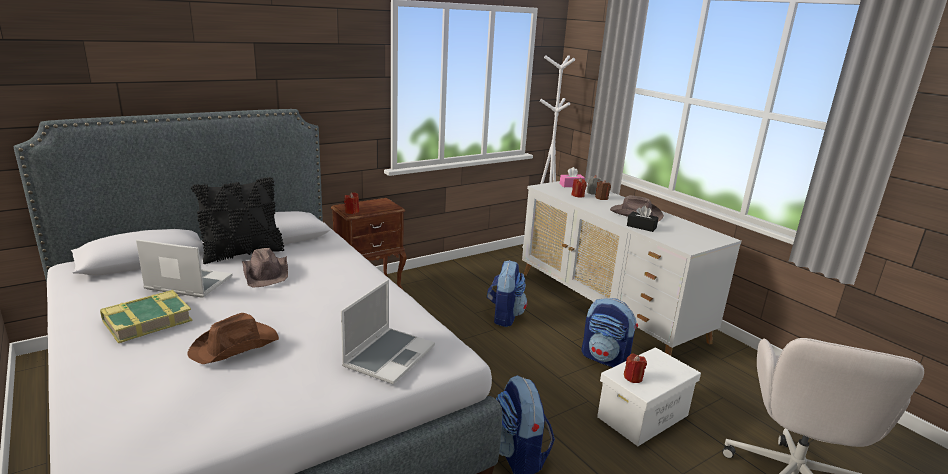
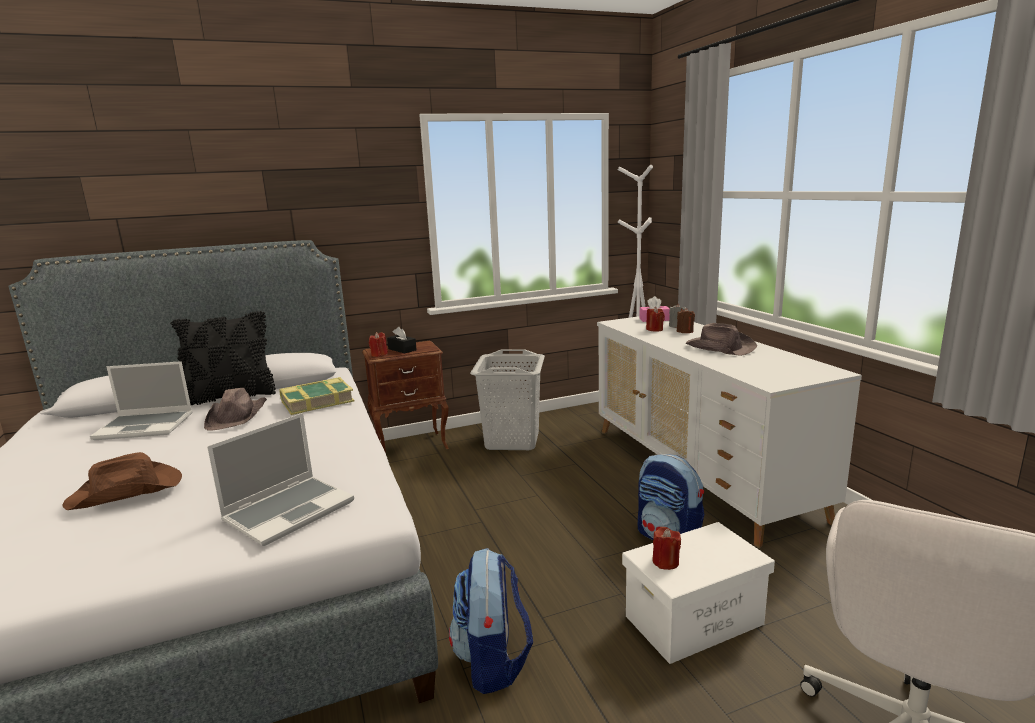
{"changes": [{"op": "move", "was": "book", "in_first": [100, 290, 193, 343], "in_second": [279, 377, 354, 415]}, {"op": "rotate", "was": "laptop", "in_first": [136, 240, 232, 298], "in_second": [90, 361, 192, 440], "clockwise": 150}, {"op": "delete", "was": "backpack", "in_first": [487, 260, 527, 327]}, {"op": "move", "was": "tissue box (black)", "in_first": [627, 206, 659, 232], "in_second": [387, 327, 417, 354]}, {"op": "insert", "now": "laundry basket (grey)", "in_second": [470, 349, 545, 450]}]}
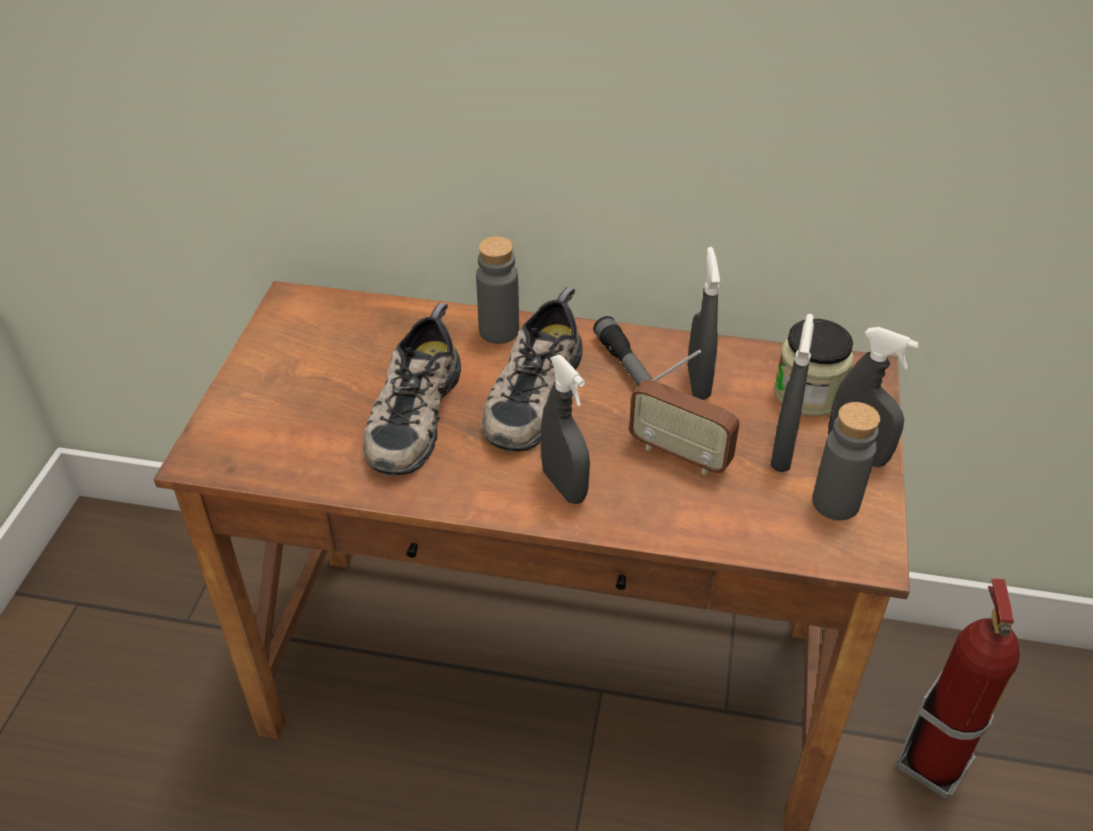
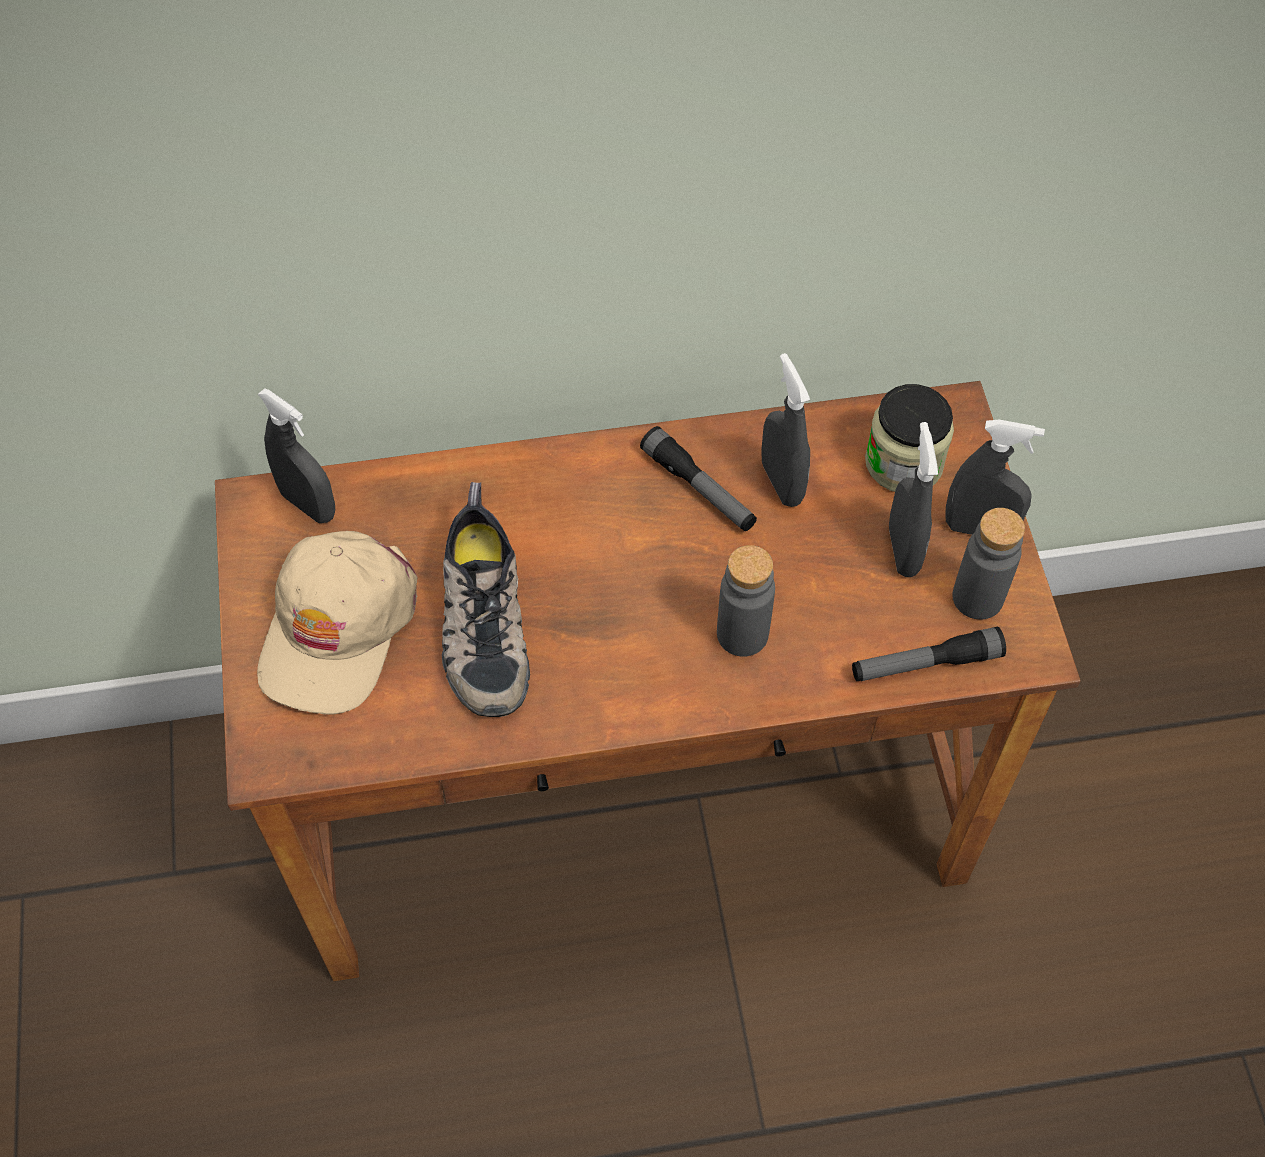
{"changes": [{"op": "move", "was": "bottle (grey)", "in_first": [476, 236, 519, 344], "in_second": [717, 545, 775, 657]}, {"op": "delete", "was": "shoe", "in_first": [482, 287, 583, 452]}, {"op": "move", "was": "spray bottle (grey)", "in_first": [541, 355, 590, 504], "in_second": [258, 388, 335, 523]}, {"op": "delete", "was": "radio", "in_first": [629, 350, 740, 475]}, {"op": "delete", "was": "fire extinguisher", "in_first": [895, 578, 1020, 799]}, {"op": "insert", "now": "cap (beige)", "in_second": [257, 531, 417, 715]}, {"op": "insert", "now": "flashlight", "in_second": [852, 627, 1006, 681]}]}
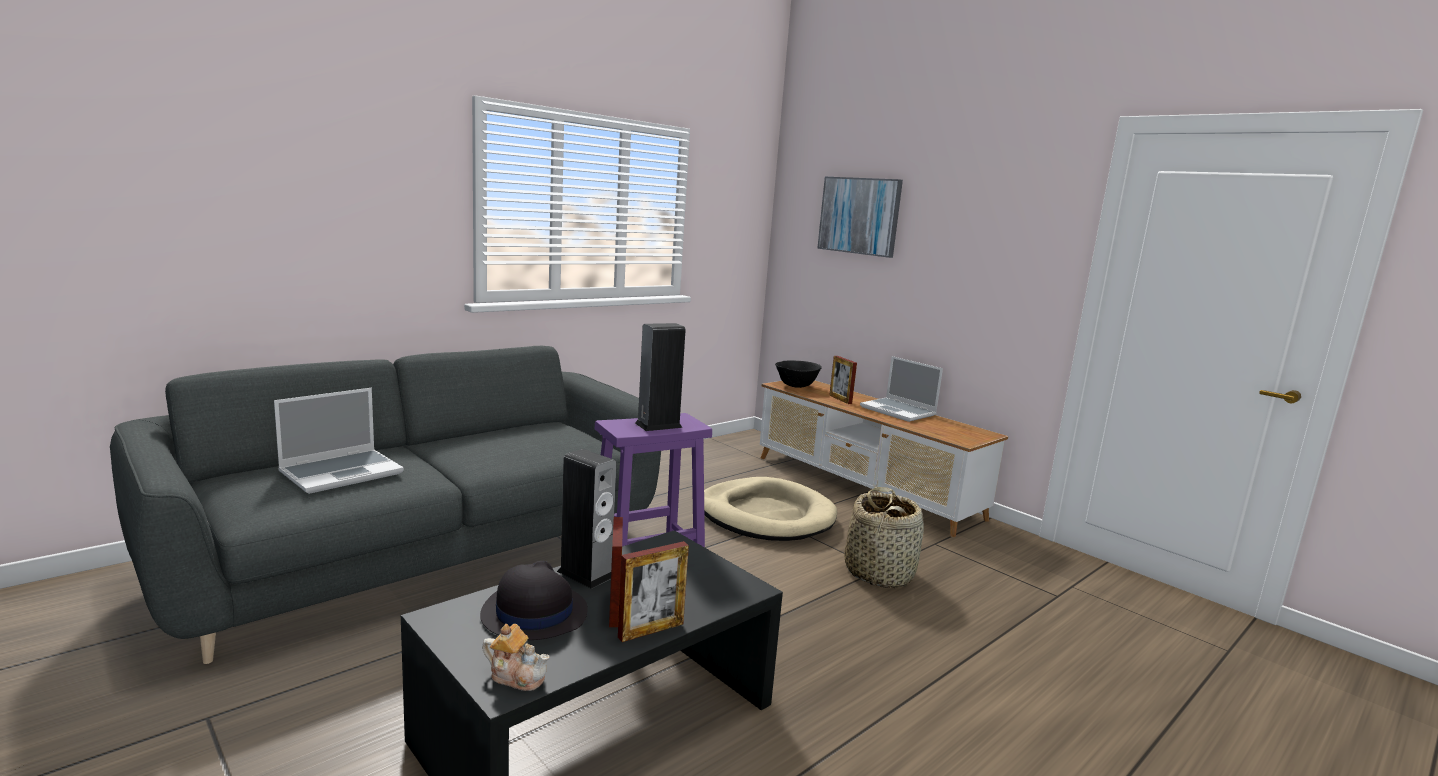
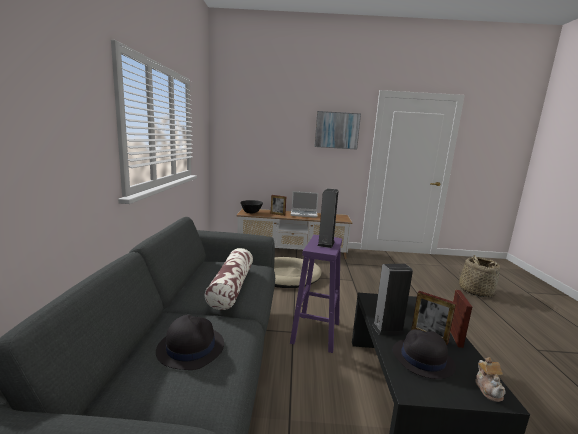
{"changes": [{"op": "replace", "was": "laptop", "now": "hat (black)", "in_first": [274, 388, 404, 494], "in_second": [156, 315, 224, 370]}, {"op": "rotate", "was": "teapot", "in_first": [482, 624, 549, 691], "in_second": [475, 357, 506, 402], "clockwise": 120}, {"op": "move", "was": "picture", "in_first": [817, 177, 903, 258], "in_second": [315, 111, 361, 149]}, {"op": "move", "was": "basket", "in_first": [844, 487, 924, 588], "in_second": [459, 255, 500, 297]}, {"op": "insert", "now": "pillow", "in_second": [205, 248, 253, 310]}]}
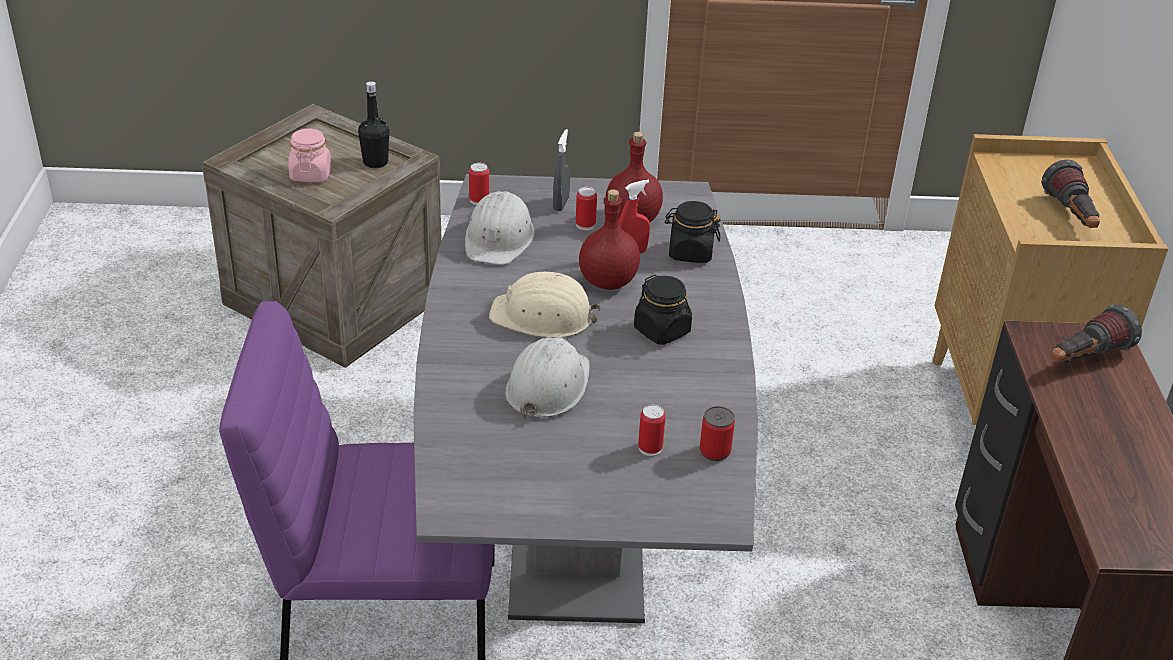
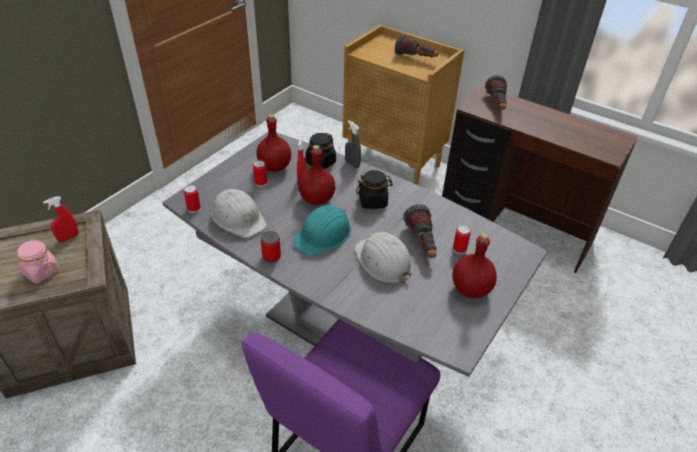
{"changes": [{"op": "replace", "was": "bottle (black)", "now": "spray bottle (red)", "in_first": [358, 81, 389, 168], "in_second": [43, 196, 78, 242]}, {"op": "recolor", "was": "hard hat (beige)", "now": "hard hat (turquoise)", "in_first": [489, 272, 601, 338], "in_second": [293, 205, 351, 256]}, {"op": "move", "was": "spray bottle (grey)", "in_first": [553, 129, 570, 211], "in_second": [345, 120, 361, 169]}, {"op": "move", "was": "can", "in_first": [700, 406, 735, 461], "in_second": [261, 231, 281, 263]}, {"op": "insert", "now": "flashlight", "in_second": [403, 204, 436, 258]}, {"op": "insert", "now": "bottle (red)", "in_second": [452, 233, 497, 298]}]}
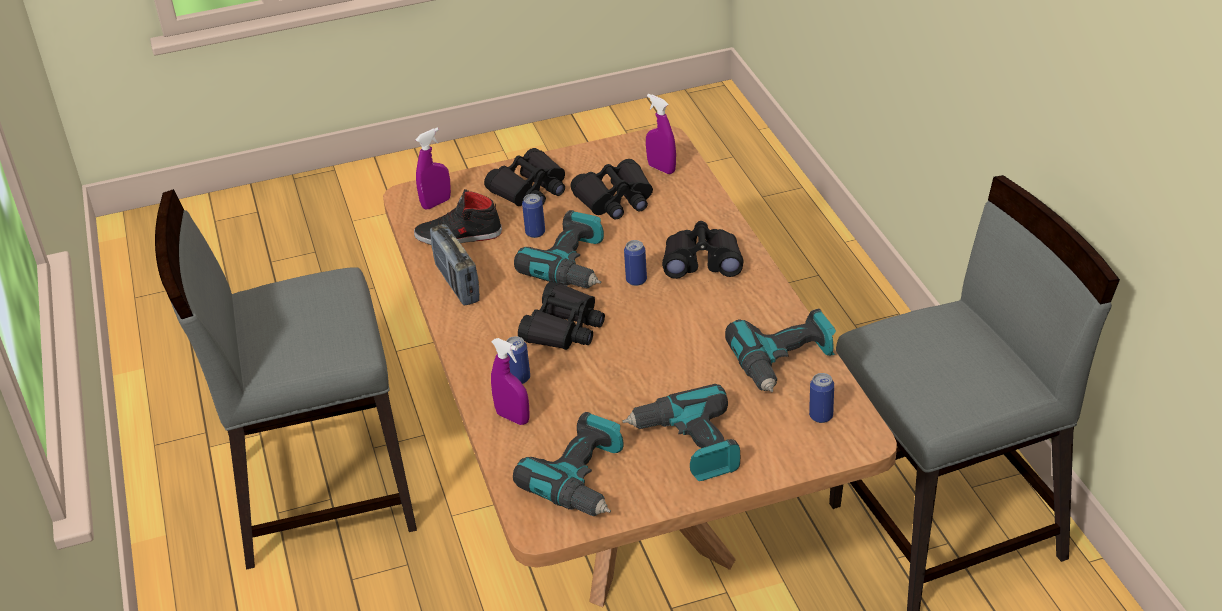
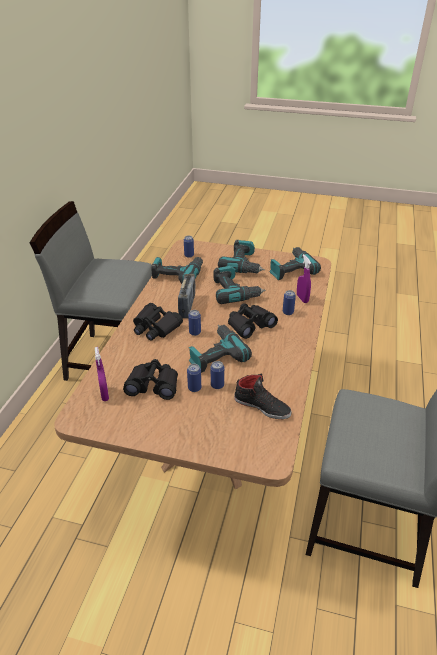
{"changes": [{"op": "delete", "was": "spray bottle (purple)", "in_first": [415, 128, 451, 210]}, {"op": "move", "was": "radio", "in_first": [430, 224, 480, 306], "in_second": [178, 274, 195, 318]}, {"op": "delete", "was": "binoculars (black)", "in_first": [484, 148, 565, 206]}, {"op": "insert", "now": "can", "in_second": [187, 364, 201, 392]}, {"op": "insert", "now": "power drill", "in_second": [213, 266, 265, 304]}]}
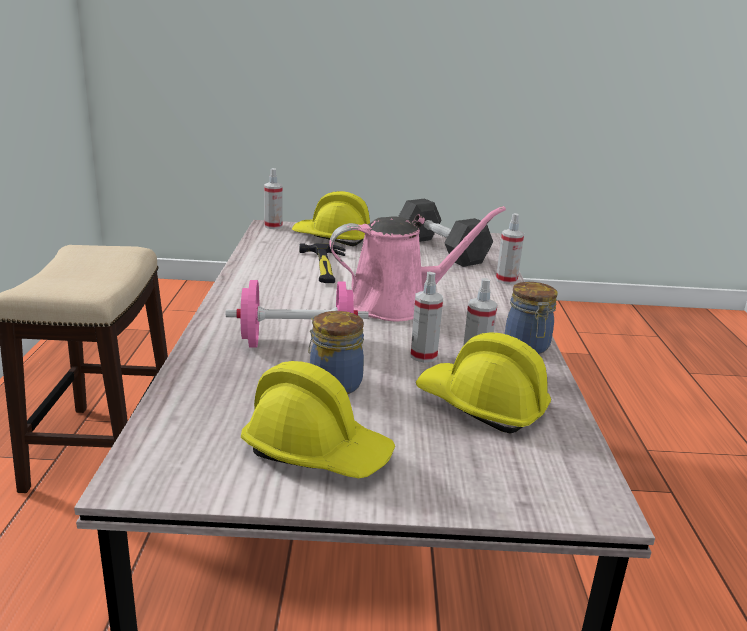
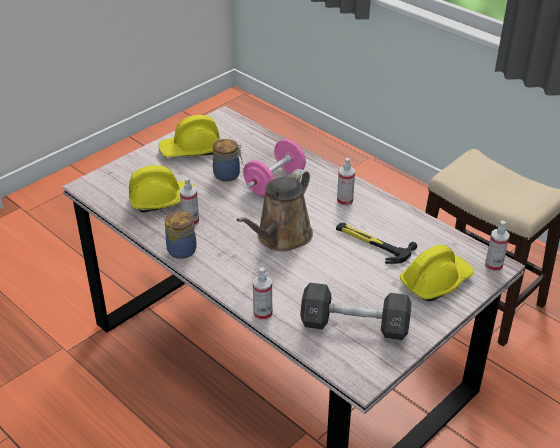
{"changes": [{"op": "recolor", "was": "watering can (pink)", "now": "watering can (brown)", "in_first": [329, 206, 506, 321], "in_second": [237, 169, 313, 251]}, {"op": "move", "was": "spray bottle", "in_first": [410, 272, 443, 363], "in_second": [337, 158, 355, 206]}]}
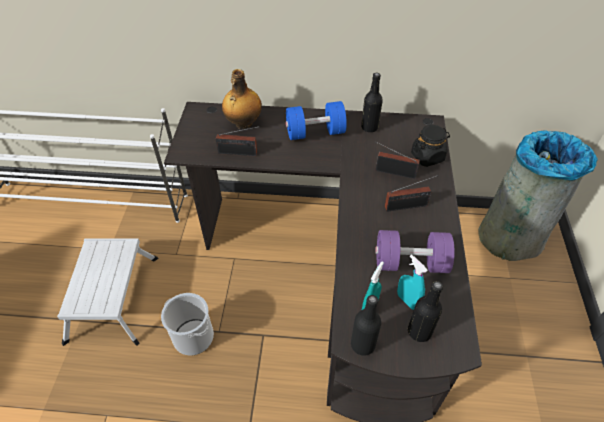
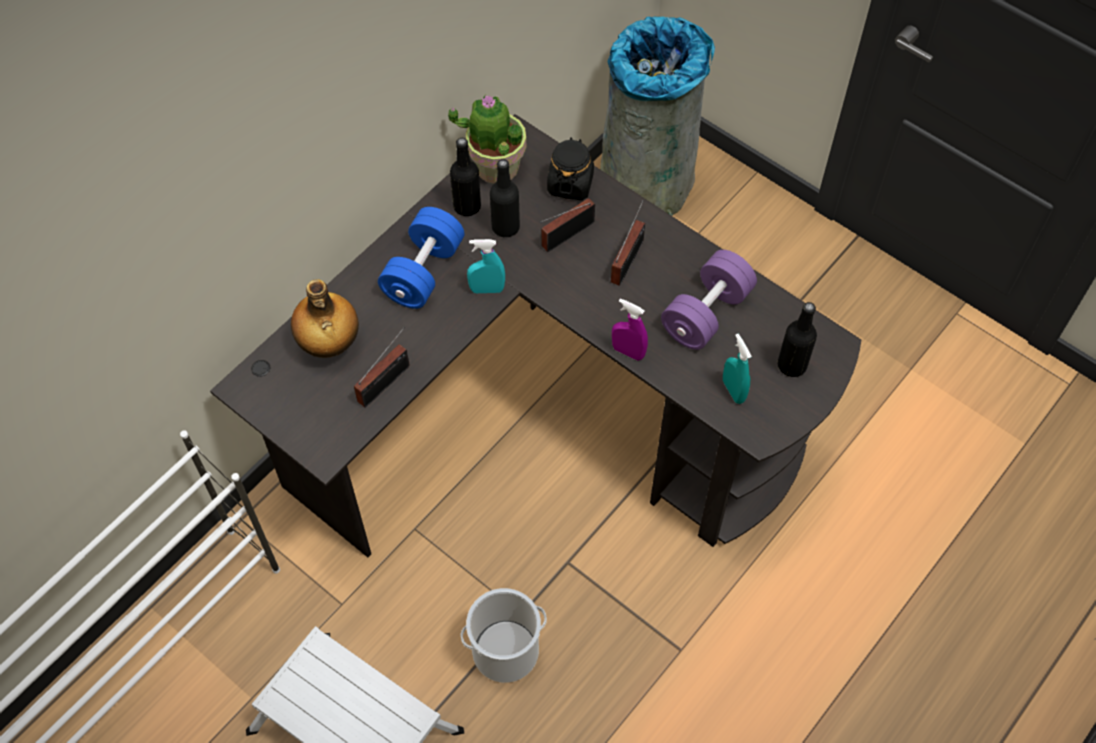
{"changes": [{"op": "move", "was": "bottle (black)", "in_first": [351, 295, 381, 356], "in_second": [490, 159, 520, 237]}, {"op": "move", "was": "spray bottle (turquoise)", "in_first": [397, 254, 428, 310], "in_second": [467, 239, 505, 293]}, {"op": "insert", "now": "potted plant", "in_second": [448, 95, 527, 184]}, {"op": "insert", "now": "spray bottle (purple)", "in_second": [612, 298, 648, 361]}]}
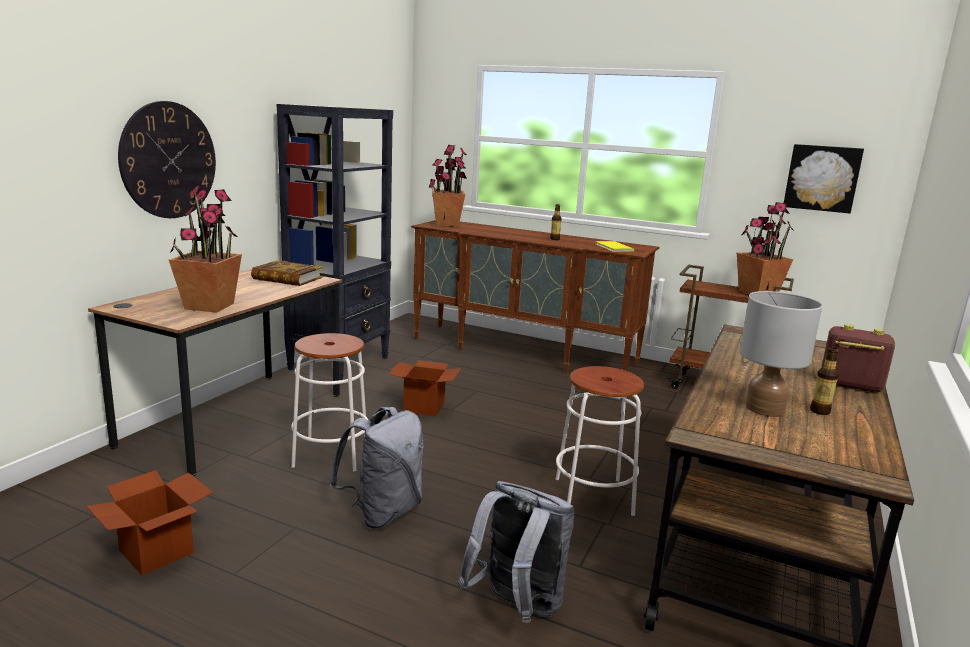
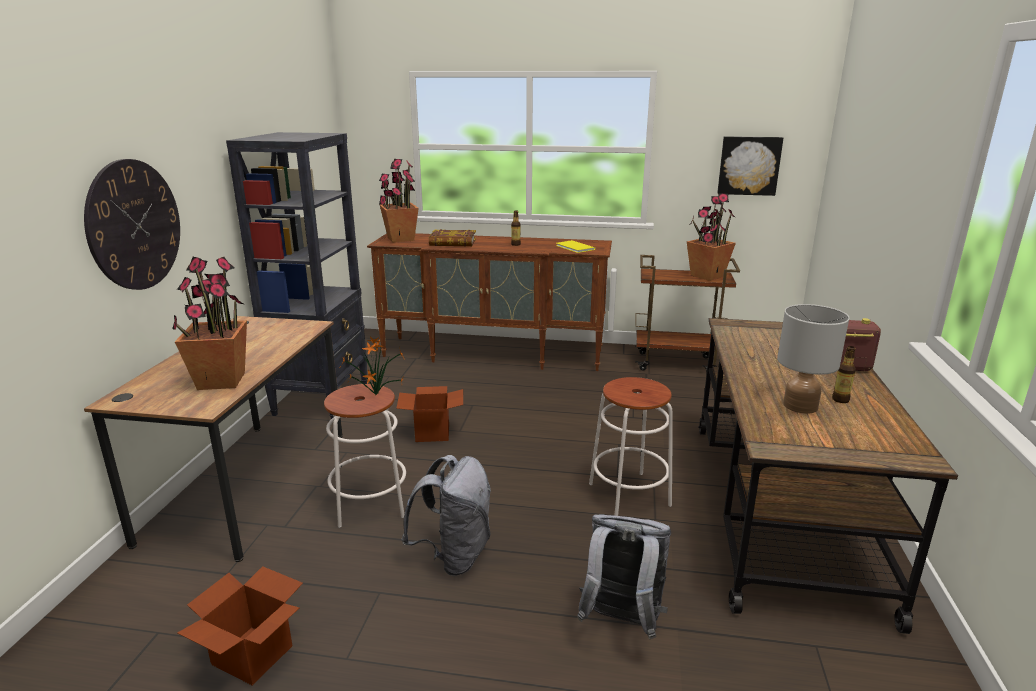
{"changes": [{"op": "move", "was": "book", "in_first": [251, 260, 323, 286], "in_second": [429, 229, 476, 247]}, {"op": "insert", "now": "potted plant", "in_second": [339, 337, 404, 395]}]}
